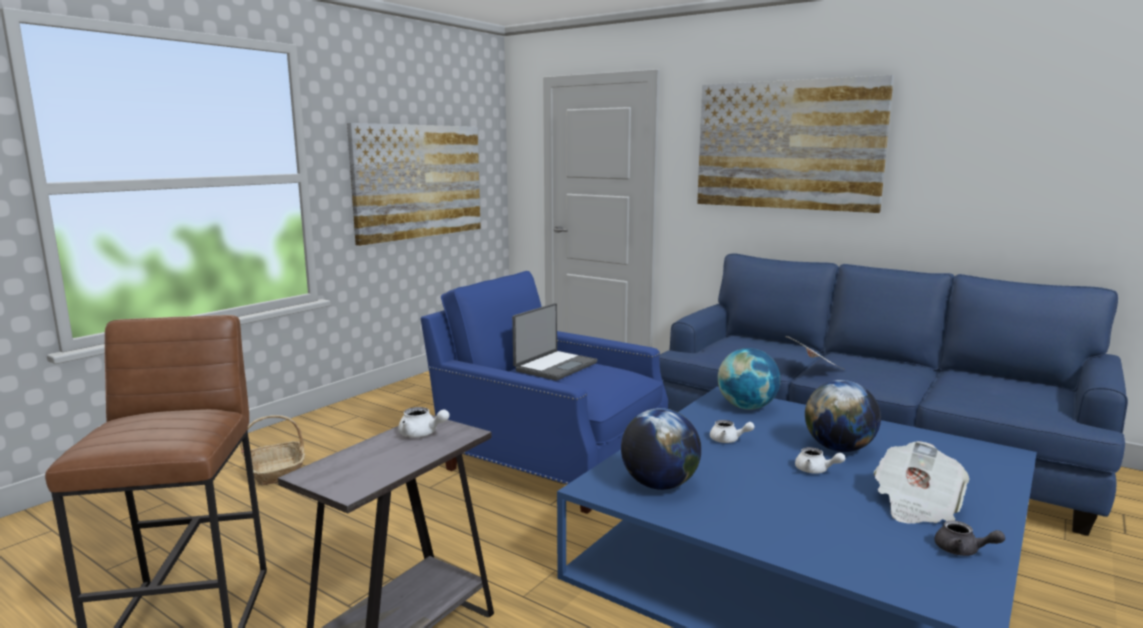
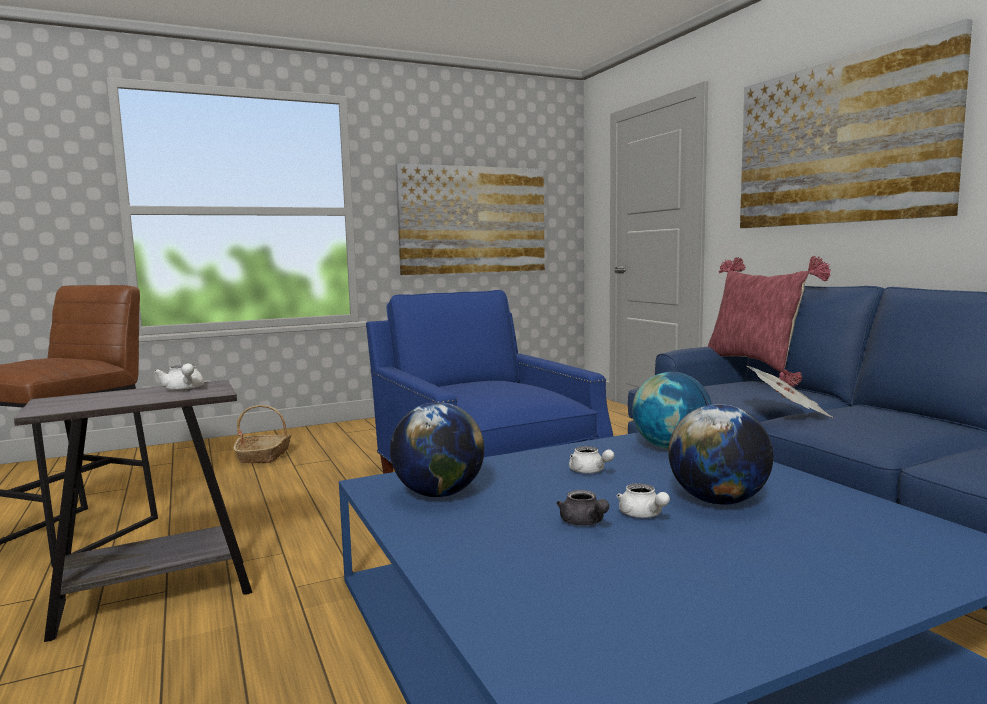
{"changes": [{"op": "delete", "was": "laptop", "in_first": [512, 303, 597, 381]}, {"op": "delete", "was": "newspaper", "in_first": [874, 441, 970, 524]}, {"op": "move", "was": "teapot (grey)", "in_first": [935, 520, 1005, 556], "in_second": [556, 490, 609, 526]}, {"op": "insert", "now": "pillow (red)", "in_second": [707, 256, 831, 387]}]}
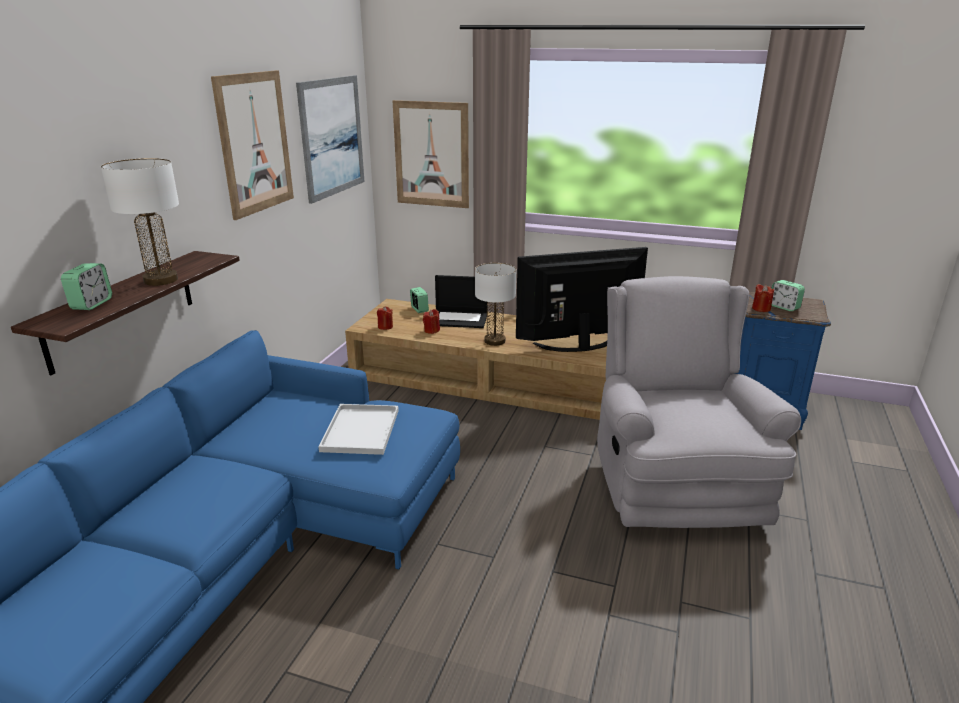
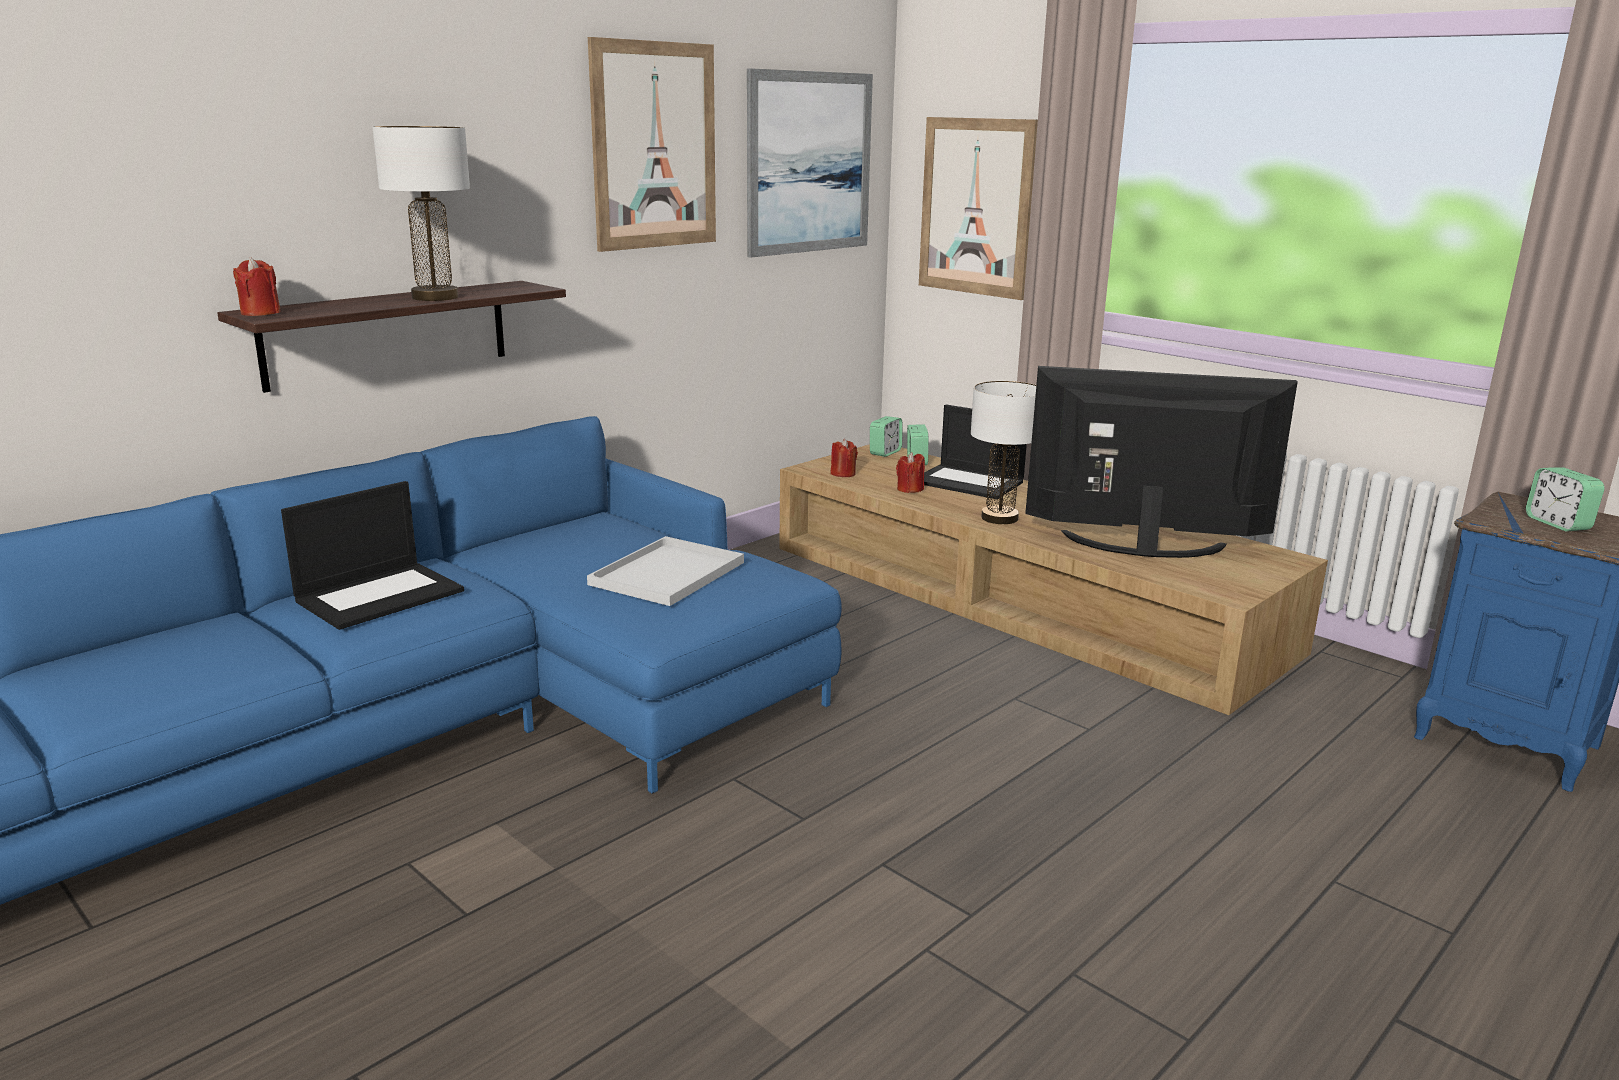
{"changes": [{"op": "move", "was": "alarm clock", "in_first": [61, 263, 112, 310], "in_second": [870, 416, 902, 457]}, {"op": "delete", "was": "armchair (grey)", "in_first": [597, 276, 801, 528]}, {"op": "move", "was": "candle (red)", "in_first": [752, 284, 774, 312], "in_second": [233, 257, 281, 316]}, {"op": "insert", "now": "laptop", "in_second": [281, 481, 464, 630]}]}
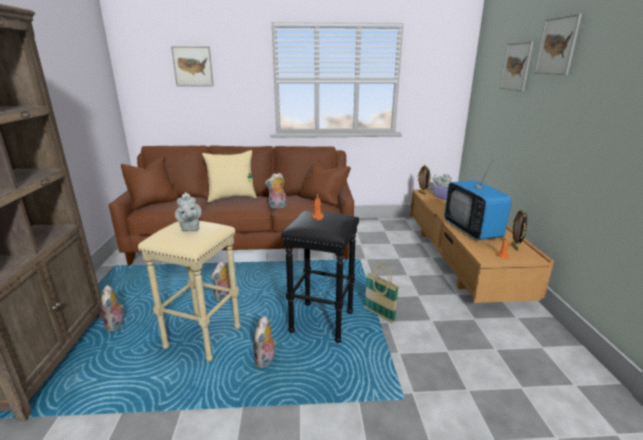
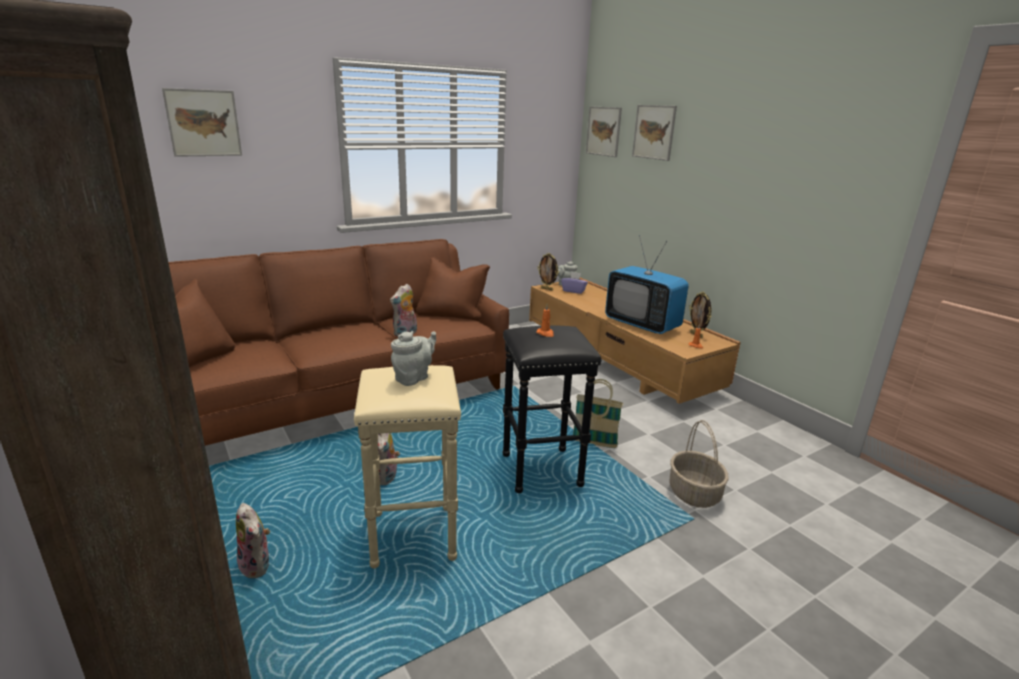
{"changes": [{"op": "rotate", "was": "teapot (grey)", "in_first": [175, 192, 202, 232], "in_second": [391, 331, 436, 386], "clockwise": -90}, {"op": "delete", "was": "pillow (beige)", "in_first": [202, 150, 257, 202]}, {"op": "delete", "was": "plush toy", "in_first": [254, 316, 276, 368]}, {"op": "move", "was": "picture", "in_first": [534, 14, 582, 75], "in_second": [586, 106, 622, 157]}, {"op": "insert", "now": "basket", "in_second": [669, 420, 729, 508]}]}
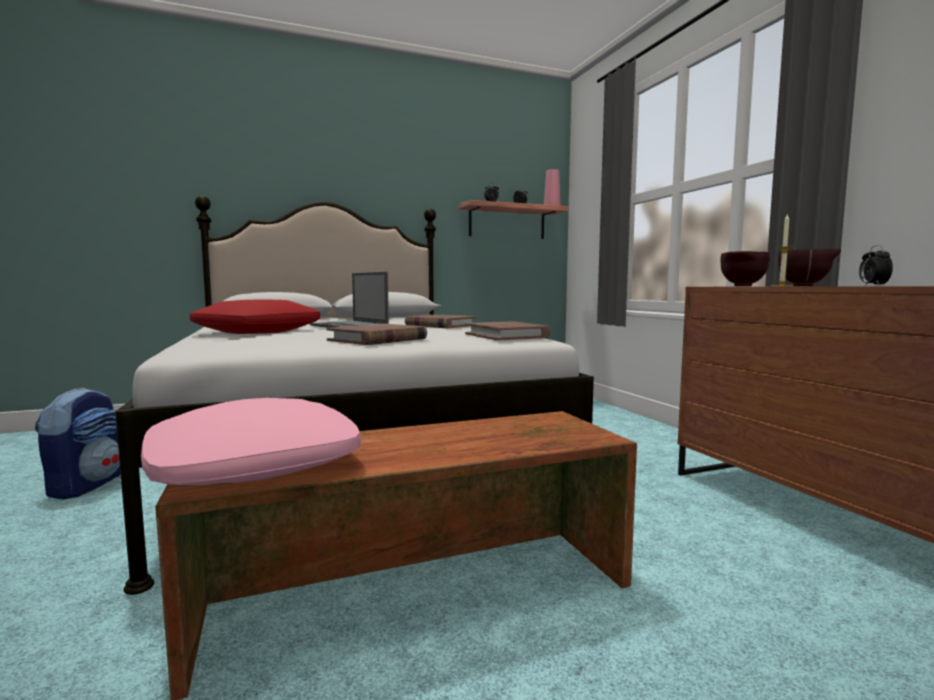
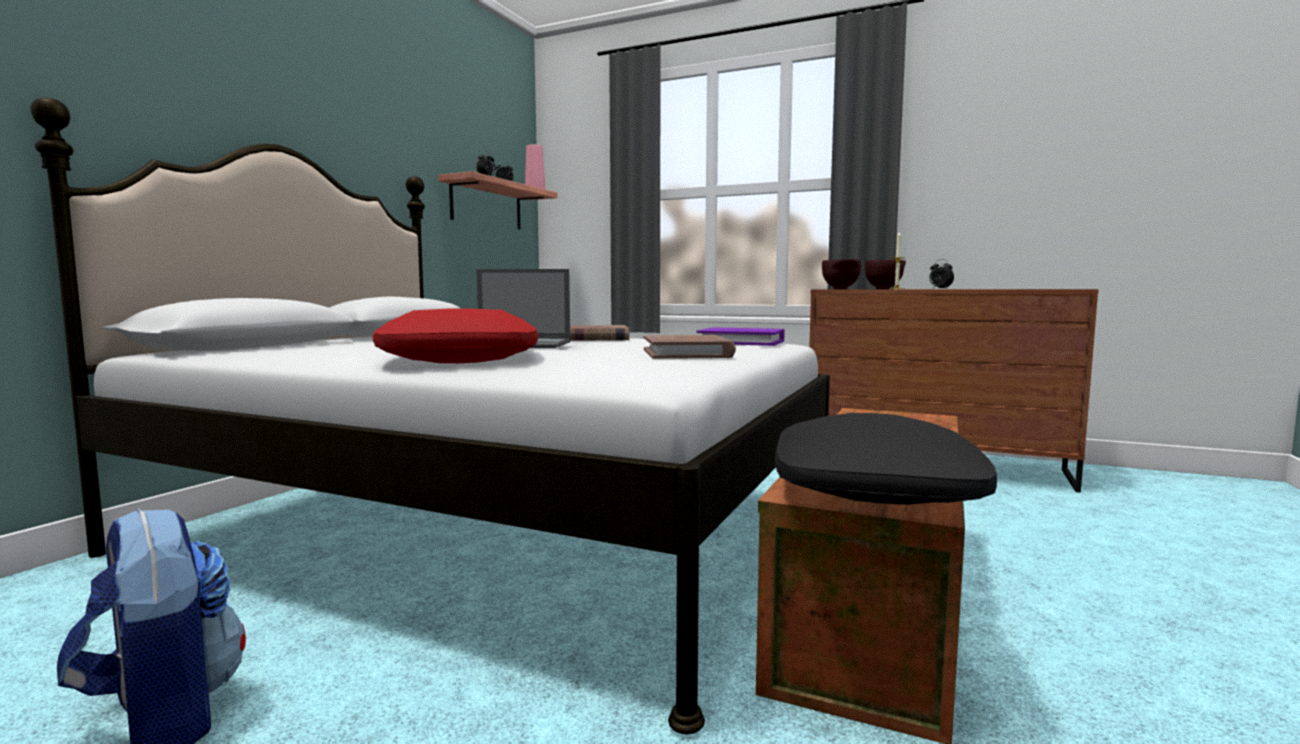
{"changes": [{"op": "recolor", "was": "pillow (pink)", "now": "pillow (black)", "in_first": [141, 398, 361, 485], "in_second": [775, 413, 997, 505]}, {"op": "recolor", "was": "book (brown)", "now": "book (purple)", "in_first": [465, 321, 550, 341], "in_second": [697, 327, 785, 346]}]}
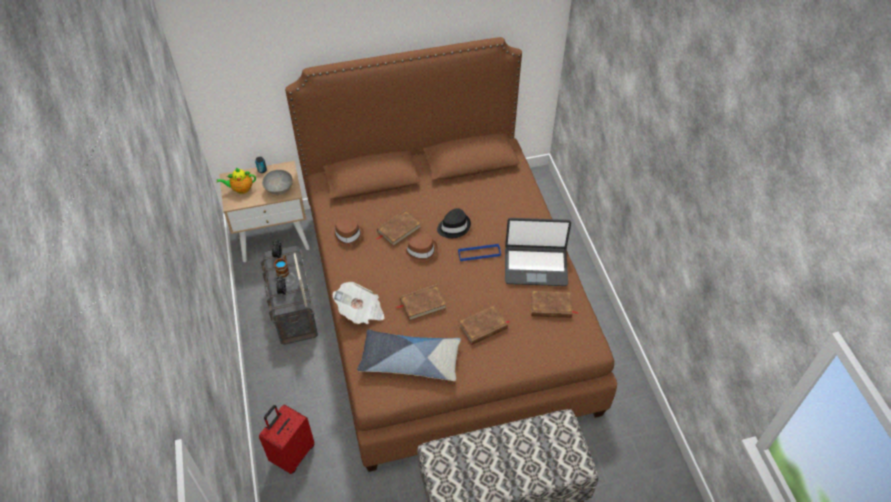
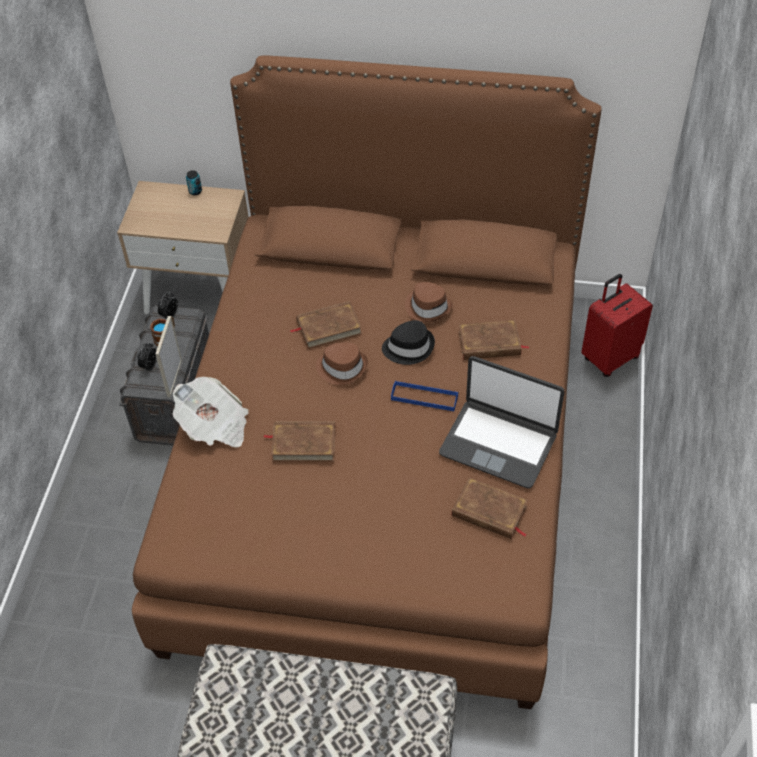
{"changes": [{"op": "delete", "was": "teapot", "in_first": [217, 168, 256, 194]}, {"op": "move", "was": "suitcase (red)", "in_first": [259, 405, 315, 474], "in_second": [581, 274, 653, 377]}, {"op": "delete", "was": "bowl (grey)", "in_first": [262, 170, 293, 196]}, {"op": "move", "was": "hat (brown)", "in_first": [331, 219, 363, 246], "in_second": [405, 282, 453, 322]}, {"op": "delete", "was": "pillow", "in_first": [357, 329, 461, 381]}, {"op": "move", "was": "book (brown)", "in_first": [459, 305, 510, 345], "in_second": [458, 320, 530, 360]}]}
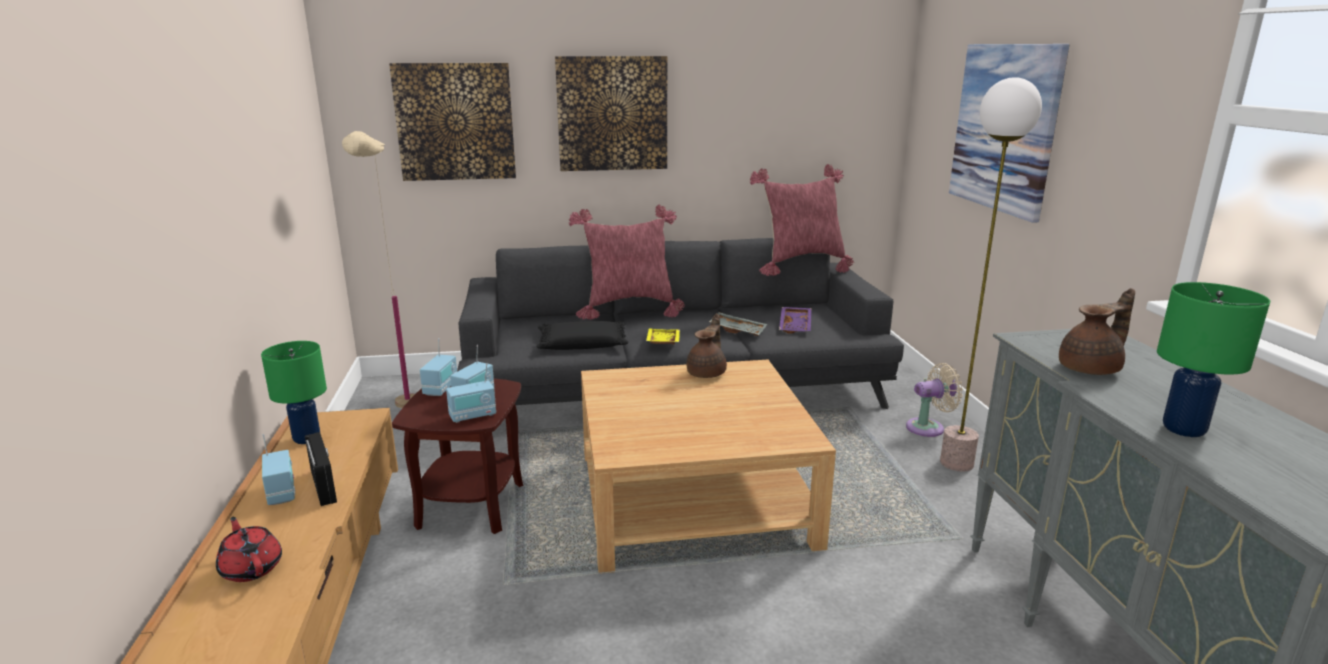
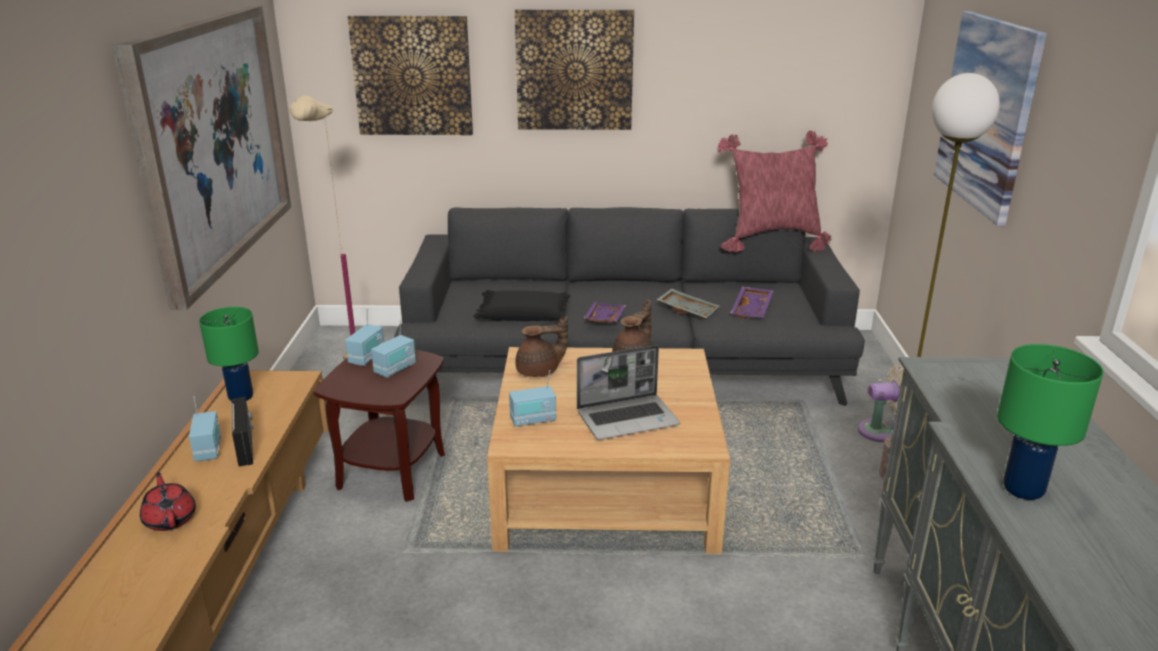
{"changes": [{"op": "move", "was": "radio", "in_first": [446, 363, 496, 423], "in_second": [509, 370, 556, 427]}, {"op": "delete", "was": "pillow (red)", "in_first": [569, 204, 685, 320]}, {"op": "recolor", "was": "tray (yellow)", "now": "tray (purple)", "in_first": [646, 328, 680, 344], "in_second": [584, 302, 626, 323]}, {"op": "move", "was": "teapot (brown)", "in_first": [1059, 288, 1135, 375], "in_second": [515, 316, 568, 377]}, {"op": "insert", "now": "picture", "in_second": [112, 6, 291, 310]}, {"op": "insert", "now": "laptop", "in_second": [577, 345, 680, 440]}]}
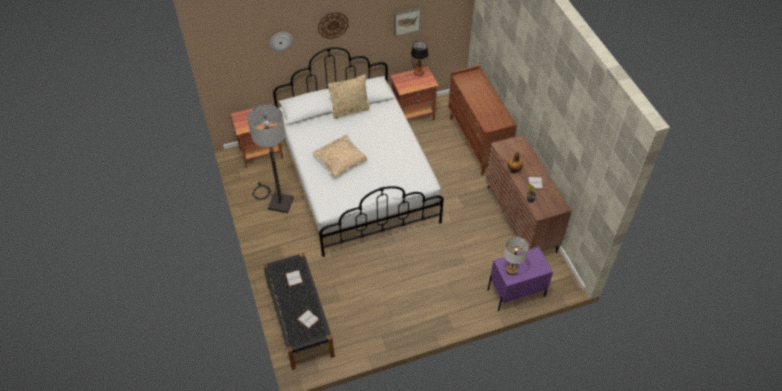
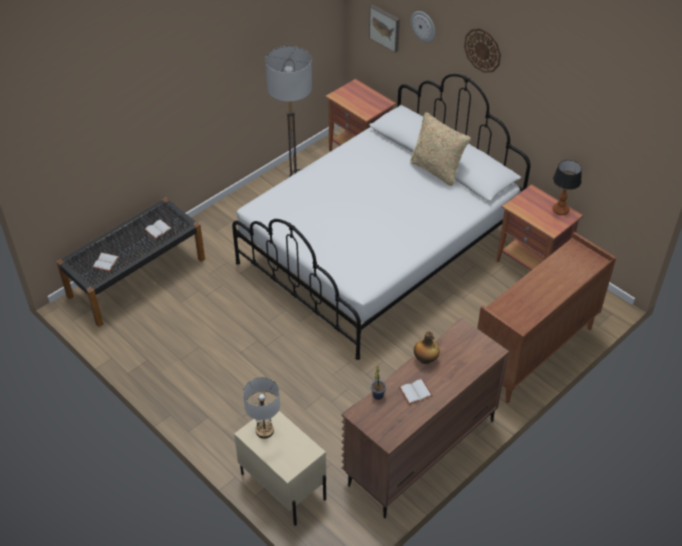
{"changes": [{"op": "delete", "was": "pillow (beige)", "in_first": [312, 135, 368, 178]}, {"op": "move", "was": "picture", "in_first": [394, 8, 421, 36], "in_second": [369, 5, 400, 53]}, {"op": "recolor", "was": "nightstand (purple)", "now": "nightstand (beige)", "in_first": [488, 247, 553, 311], "in_second": [234, 411, 326, 526]}]}
